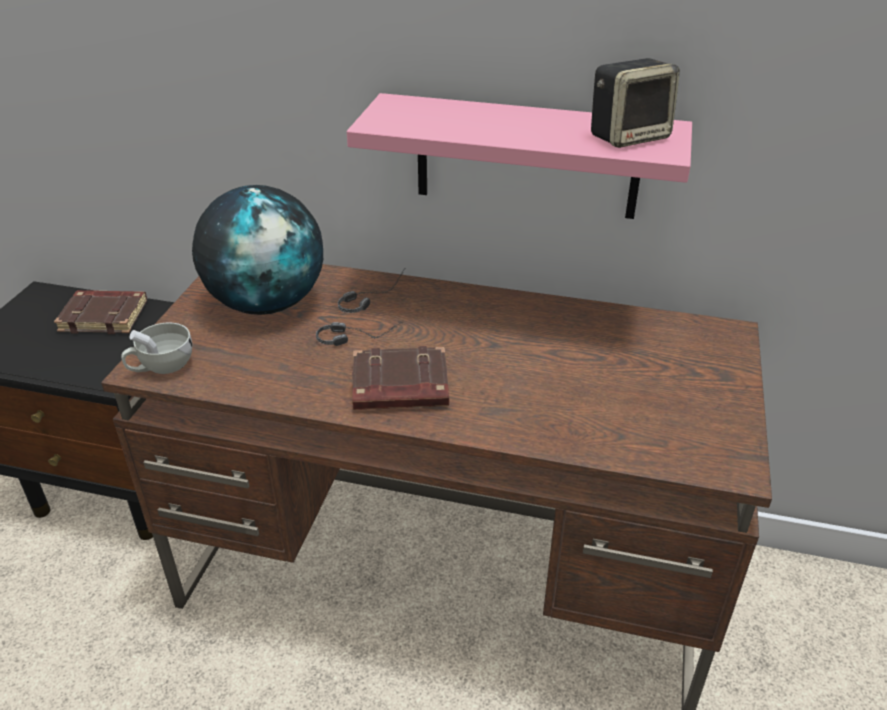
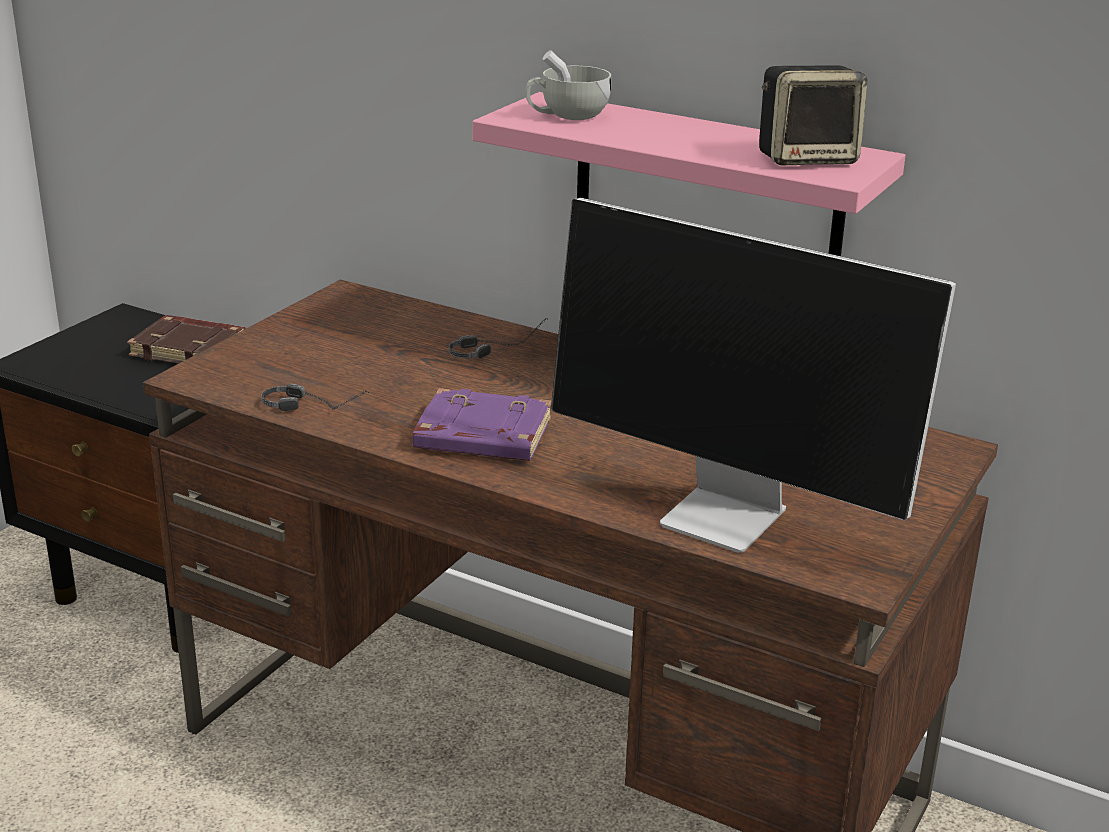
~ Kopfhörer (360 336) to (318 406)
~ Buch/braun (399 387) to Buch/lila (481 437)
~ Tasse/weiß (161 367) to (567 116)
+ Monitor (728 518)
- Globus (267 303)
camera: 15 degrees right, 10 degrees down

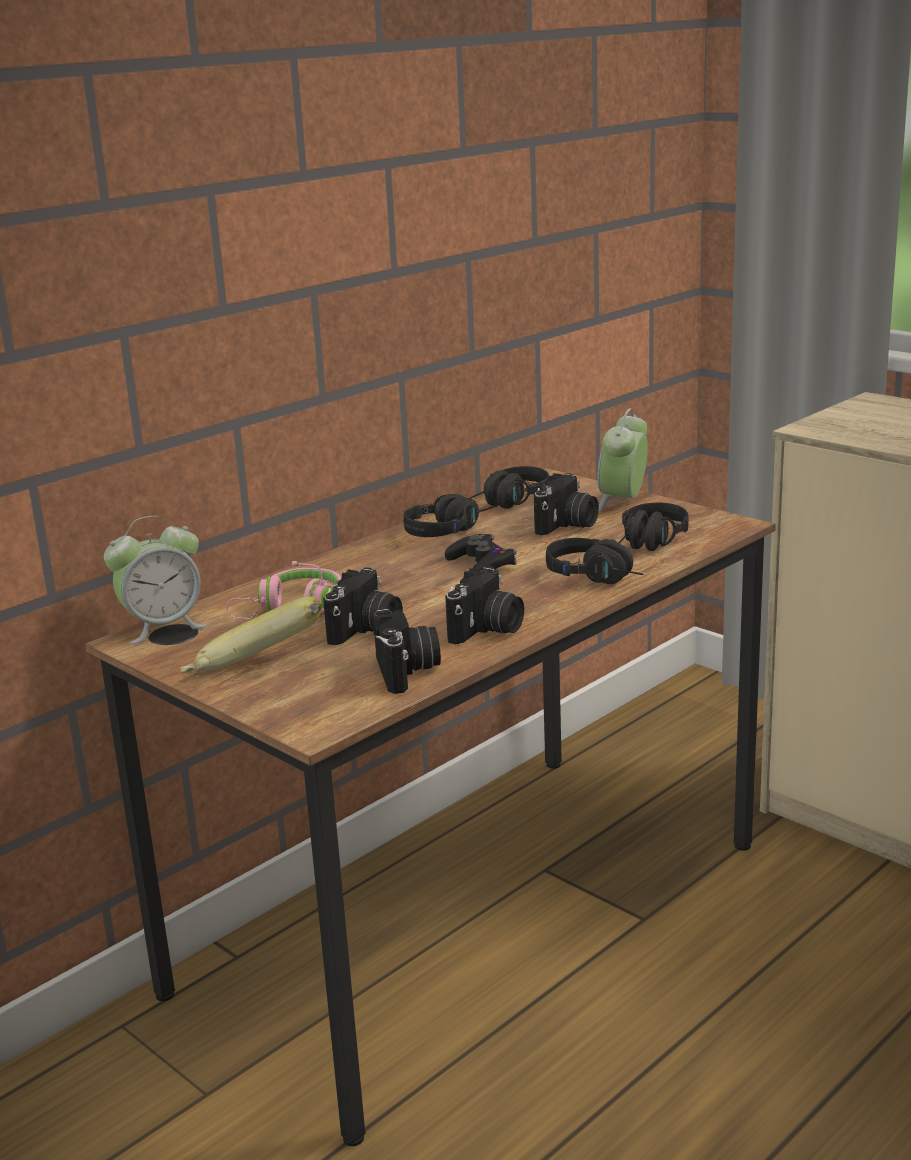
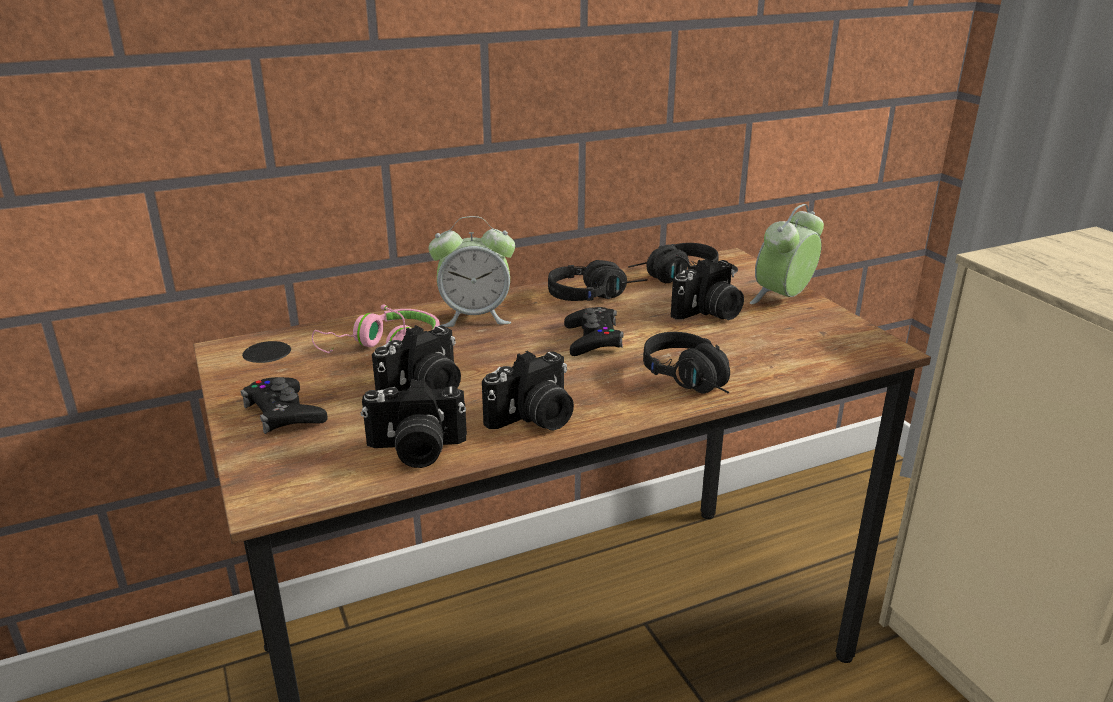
~ Banane (254 673) to Gamepad/schwarz (284 413)
~ Kamera (407 671) = (416 450) 75 degrees clockwise
~ Wecker (163 627) to (475 316)
- Kopfhörer/schwarz (649 544)
camera: 20 degrees right, 5 degrees up

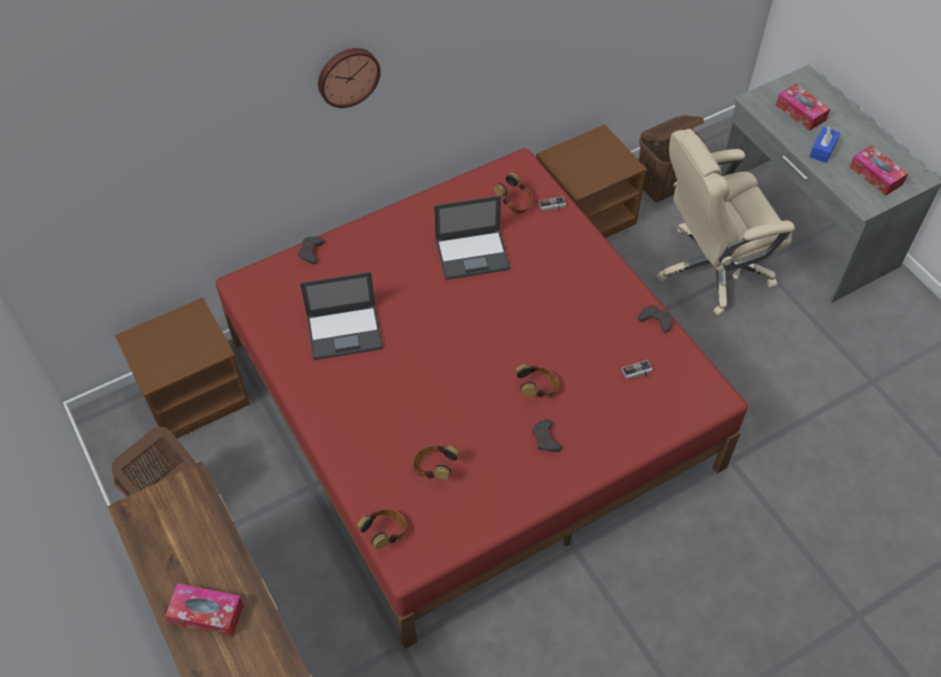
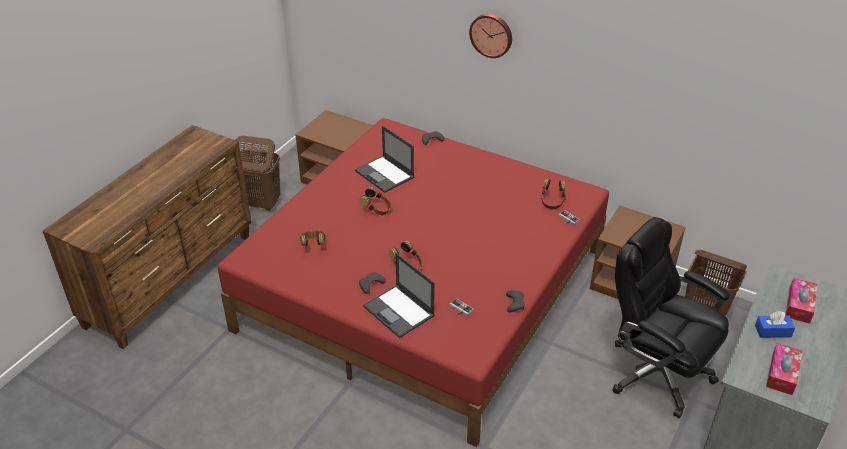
~ Kopfhörer (385 533) to (376 210)
~ Laptop (473 254) to (399 311)
~ Bürostuhl/beige (711 269) to Bürostuhl/schwarz (656 372)
- Taschentuchbox (207 614)
camera: 60 degrees right, 15 degrees down

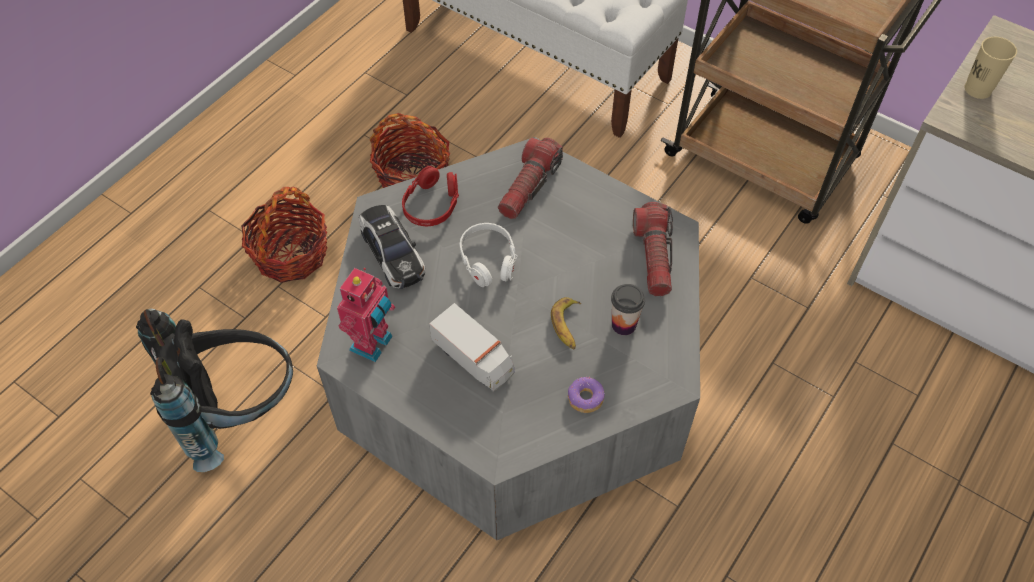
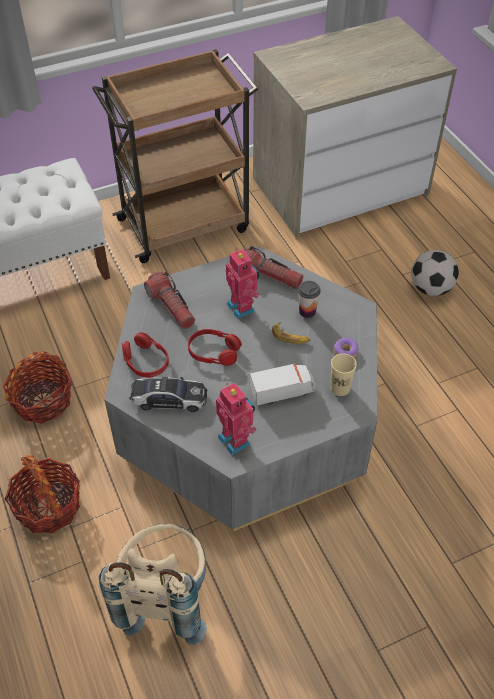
~ Rucksack/schwarz (238 413) to Rucksack/beige (164 597)
~ Kopfhörer/weiß (488 260) to Kopfhörer/rot (214 352)
+ Spielzeugroboter (242 307)
~ Tasse/beige (977 89) to (340 388)
+ Fußball (430 288)
camera: 60 degrees left, 5 degrees down

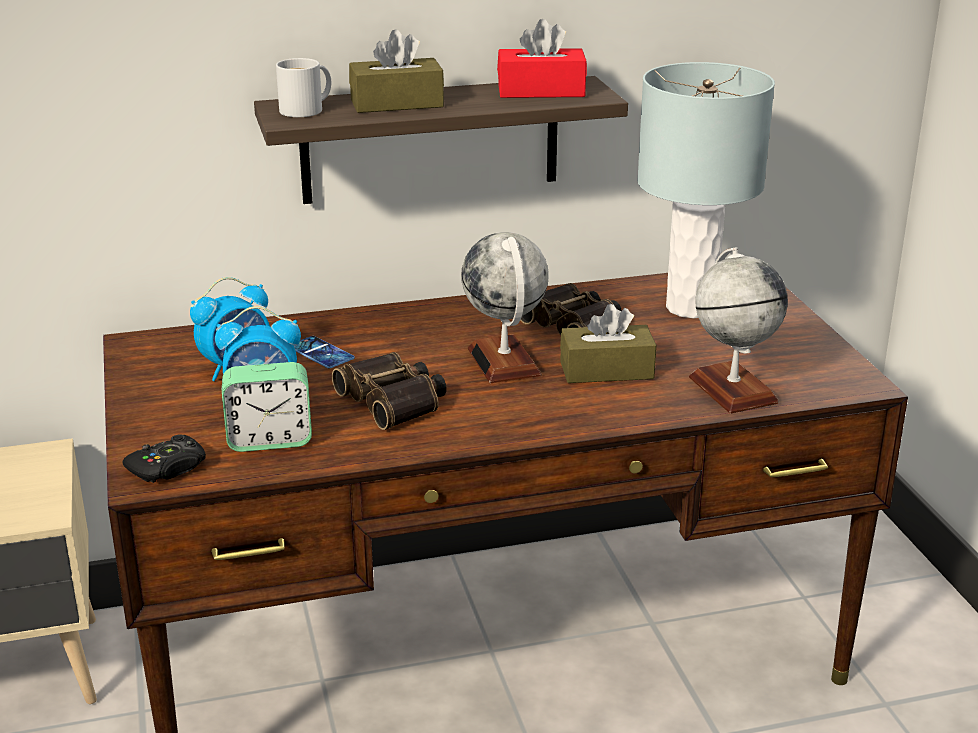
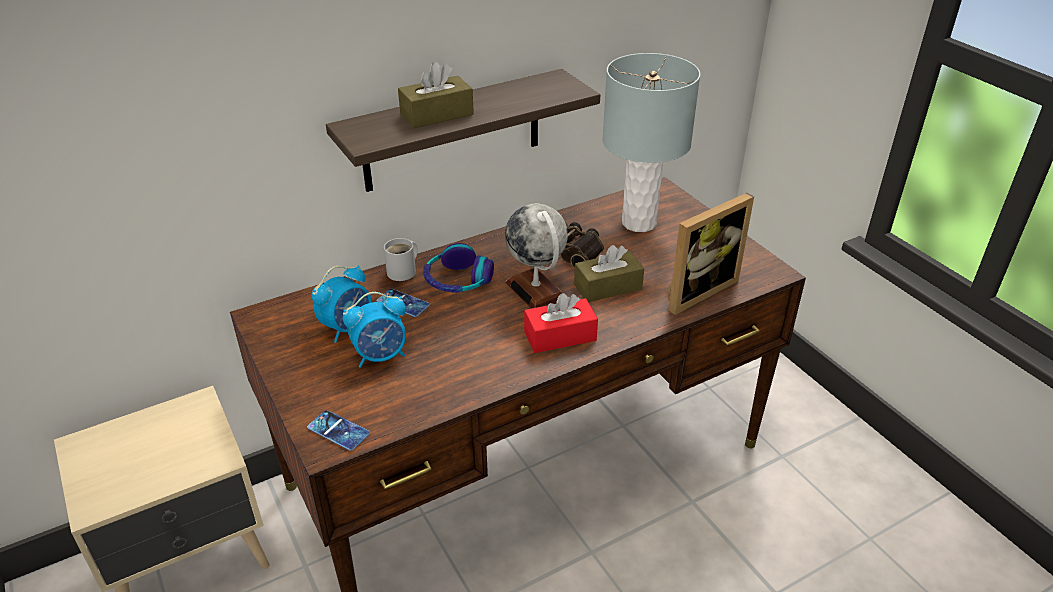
~ Gamepad/schwarz (168 468) to Handy (338 431)
~ Henkelbecher/weiß (305 110) to (404 271)
+ Kopfhörer (457 280)
~ Taschentuchbox/rot (541 91) to (560 336)
~ Globus (732 389) to Bilderrahmen (696 290)
- Wecker (269 440)
- Fernglas (394 400)
camera: 15 degrees left, 10 degrees up

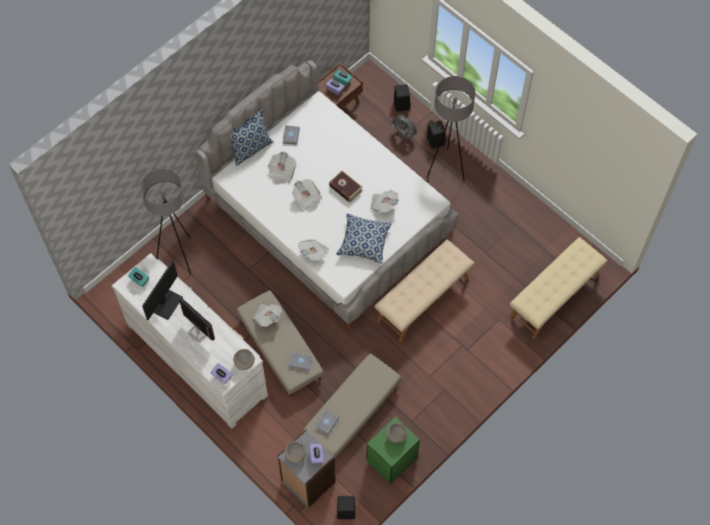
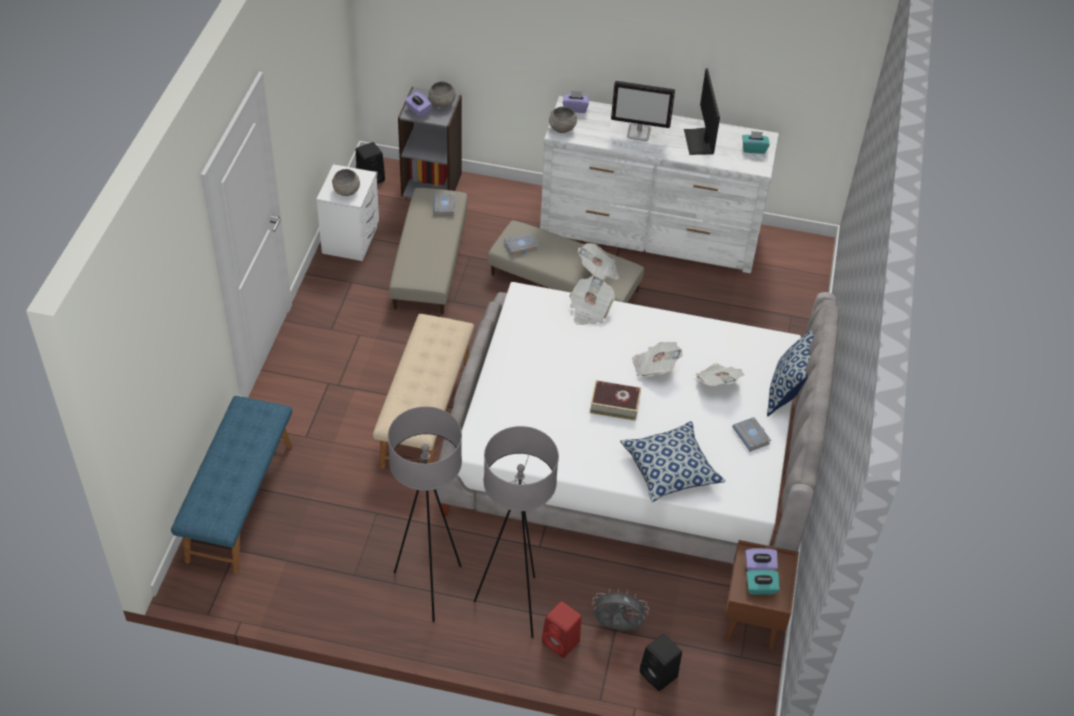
~ Bank/beige (554 297) to Bank/blau (239 501)
~ Nachttisch/grün (390 459) to Nachttisch/weiß (352 239)
~ Stehlampe/grau (179 256) to (429 587)
~ Lautsprecher/schwarz (435 140) to Lautsprecher/rot (562 642)
~ Kissen (364 242) to (670 470)
- Zeitung (383 204)
camera: 145 degrees right, 15 degrees down

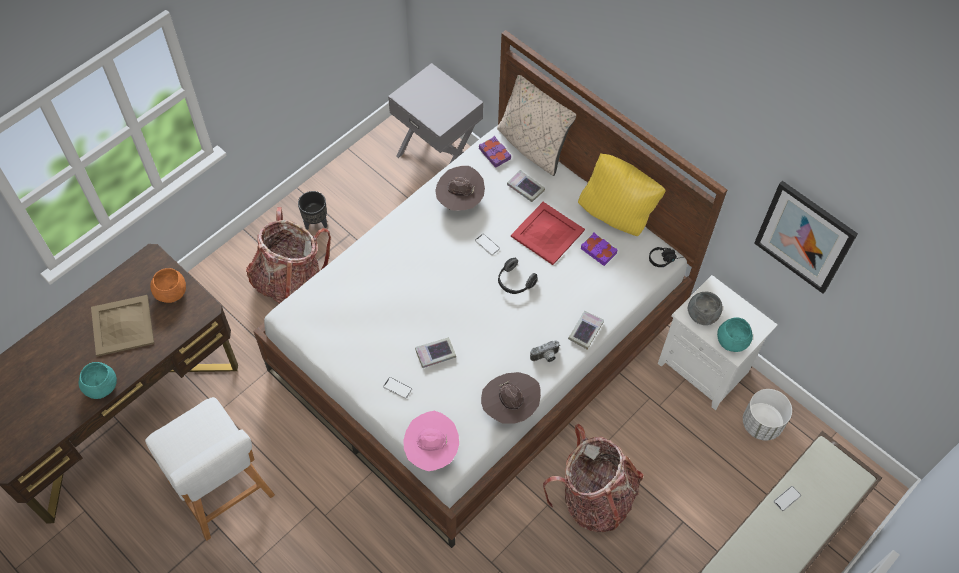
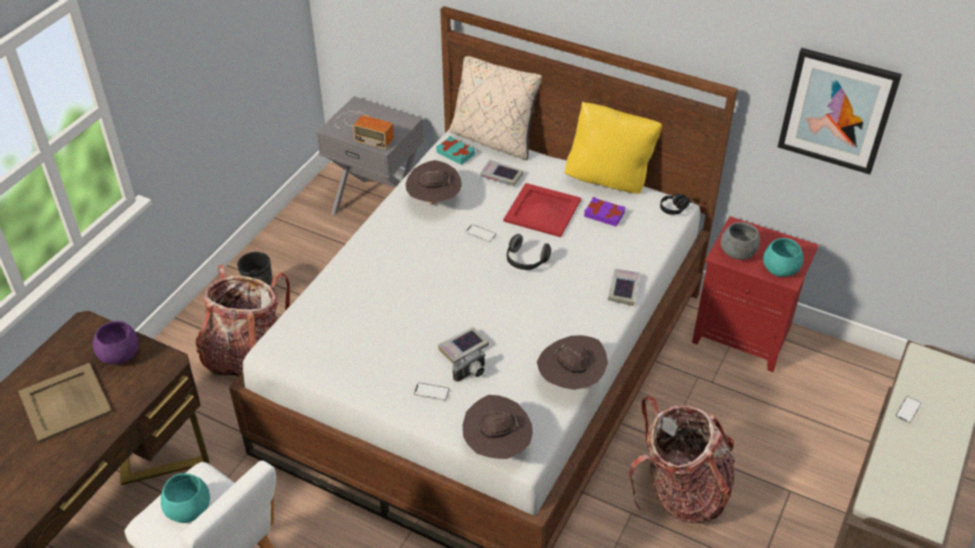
~ Schüssel/orange (171 293) to Schüssel/lila (120 355)
~ Schüssel/türkis (102 387) to (189 509)
+ Radio (363 129)
~ Buch/lila (495 153) to Buch/türkis (456 153)
~ Kamera (545 357) to (471 374)
~ Hut/rosa (431 450) to Hut/braun (497 446)
~ Nachttisch/weiß (705 368) to Nachttisch/rot (744 335)
- Pflanzkübel/weiß (762 423)
camera: 15 degrees left, 15 degrees down

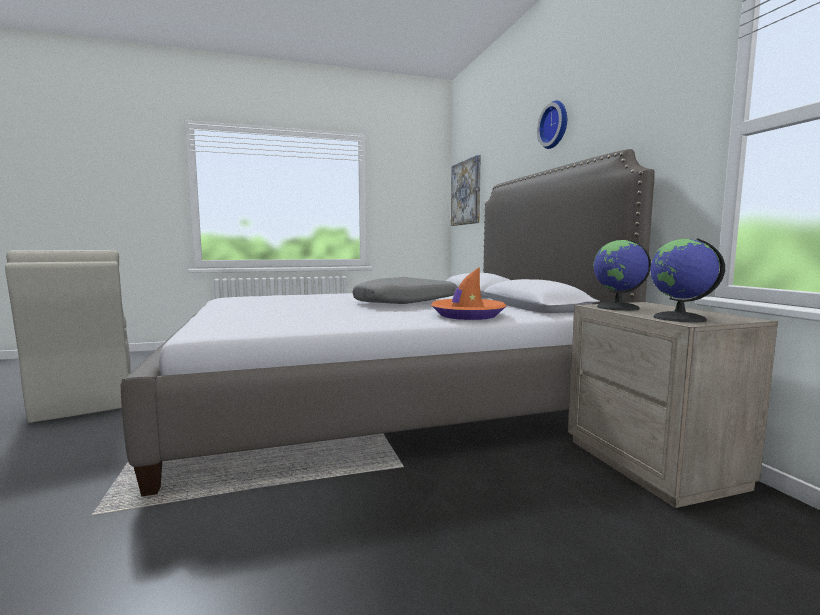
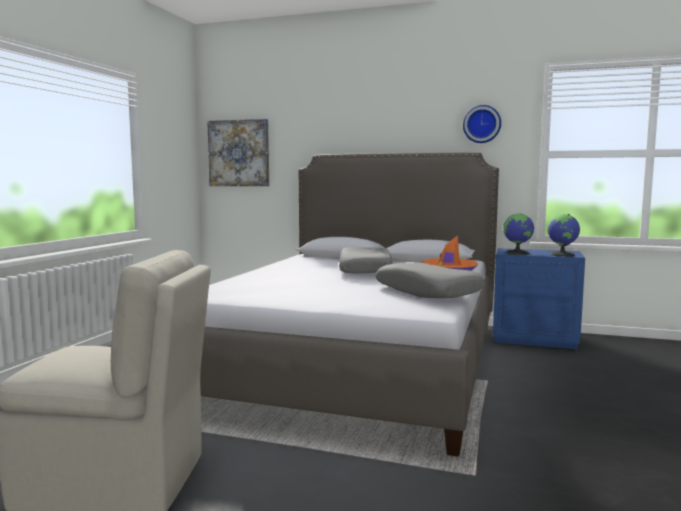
+ Kissen/grau (428 292)
~ Wanduhr (555 125) to (482 124)
~ Nachttisch/beige (654 463) to Nachttisch/blau (534 338)
camera: 55 degrees left, 0 degrees up

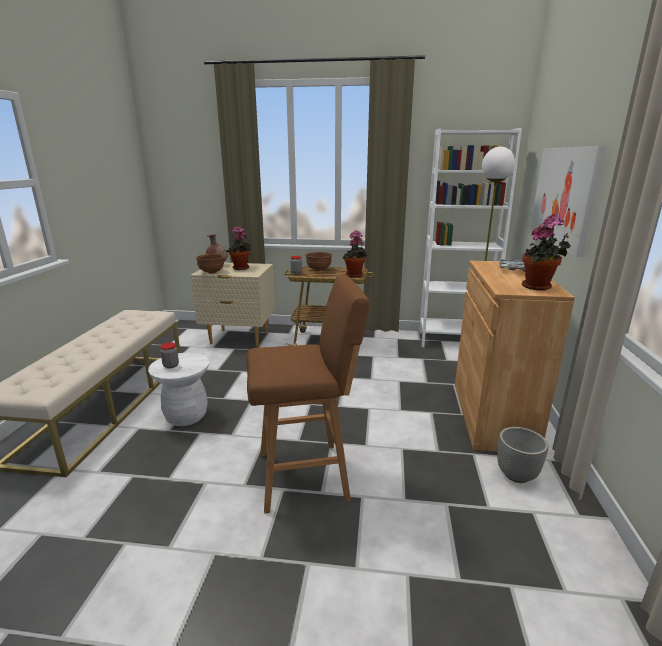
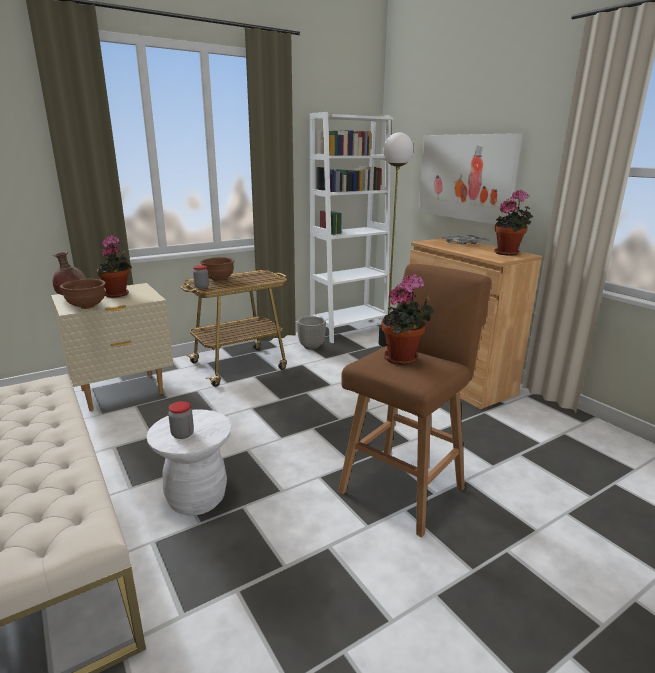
~ Pflanzkübel (517 475) to (311 346)
~ Topfpflanze (355 275) to (403 359)
camera: 40 degrees left, 0 degrees up

